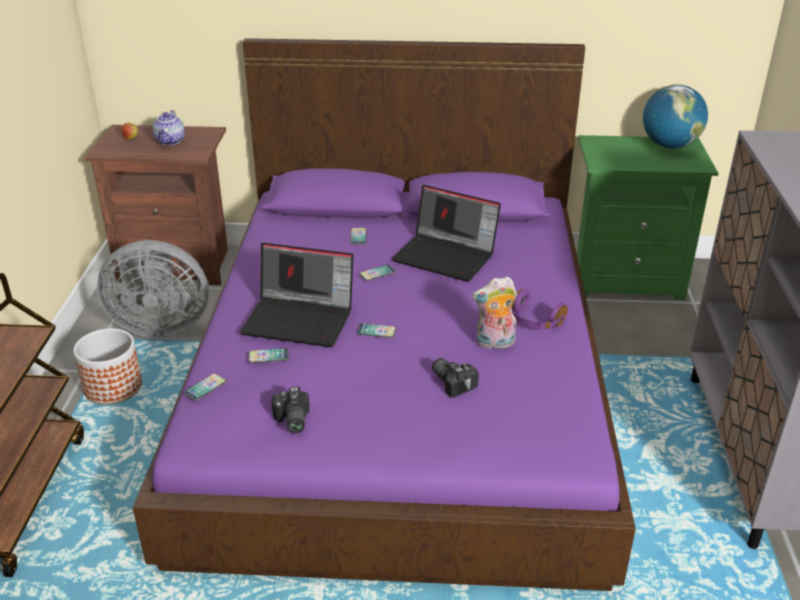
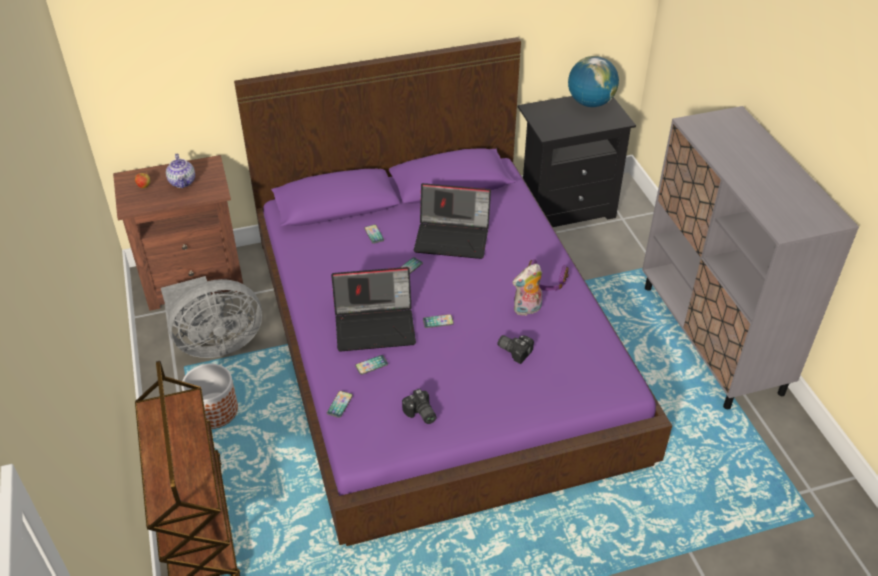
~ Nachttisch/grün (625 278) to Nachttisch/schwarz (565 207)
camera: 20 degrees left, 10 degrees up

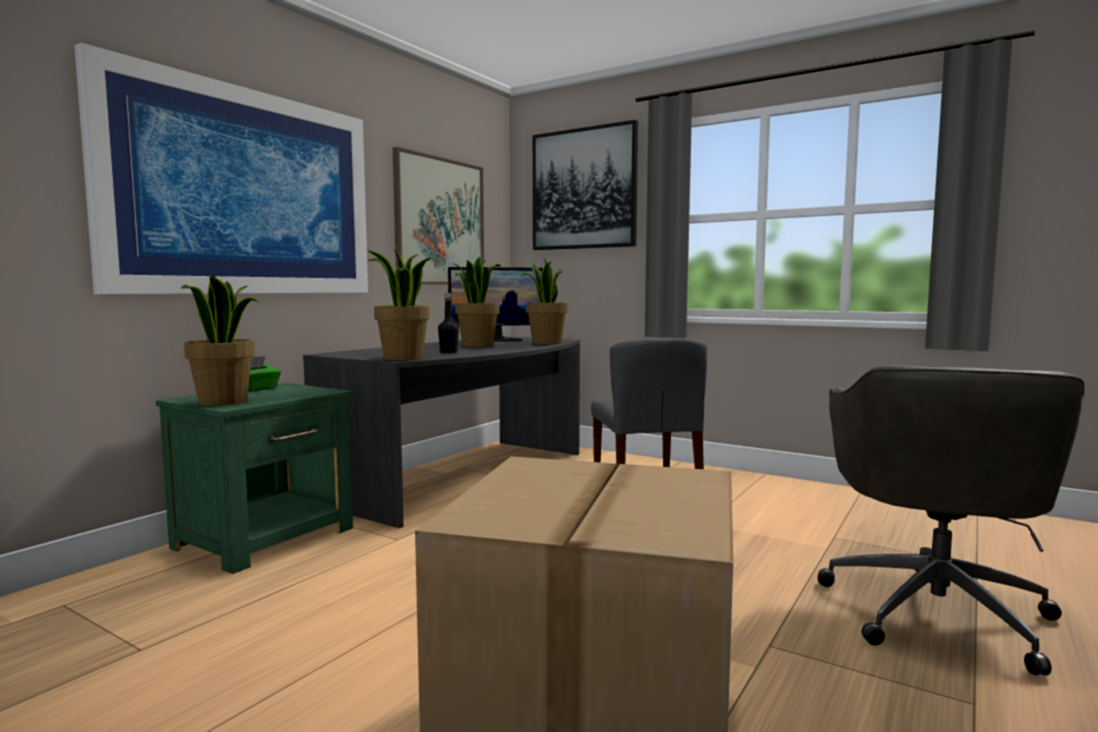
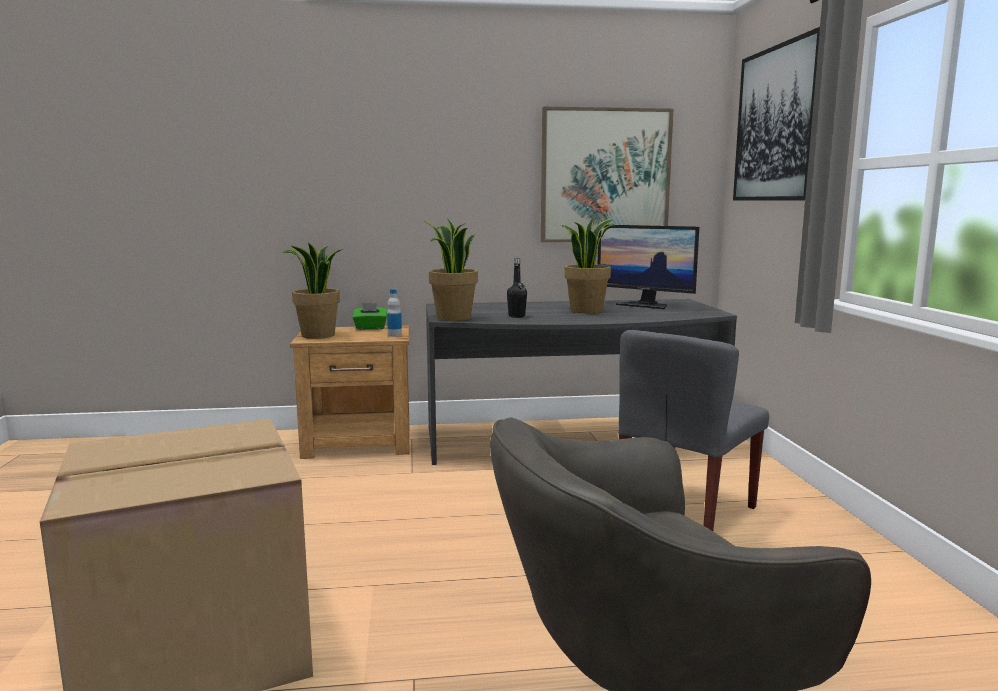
~ Nachttisch/grün (267 537) to Nachttisch/braun (359 442)
+ Flasche (394 335)
- Bild (246 193)
- Topfpflanze (546 343)
camera: 50 degrees right, 5 degrees up

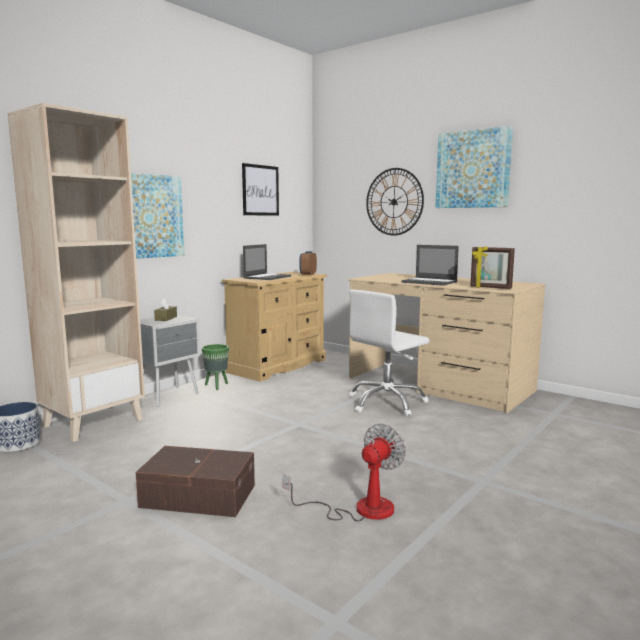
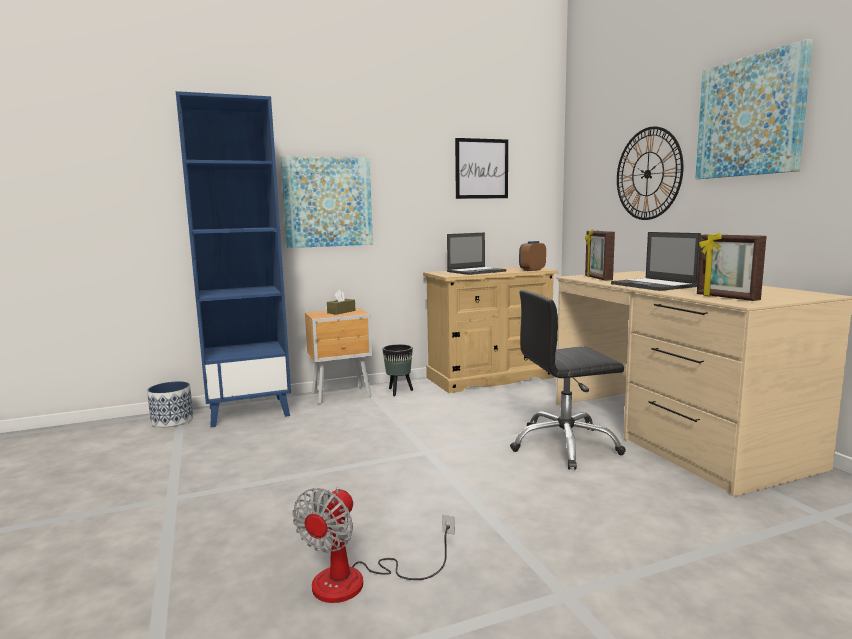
~ Bücherregal/beige (94 422) to Bücherregal/blau (249 411)
~ Ventilator (360 509) = (358 581) 135 degrees clockwise
~ Nachttisch/grau (170 396) to Nachttisch/braun (343 395)
~ Pflanzkübel/grün (217 386) to Pflanzkübel/schwarz (399 392)
~ Bürostuhl/weiß (386 403) to Bürostuhl/schwarz (565 445)
+ Bilderrahmen (597 278)
- Aufbewahrungsbox/braun (198 495)
camera: 30 degrees right, 0 degrees up

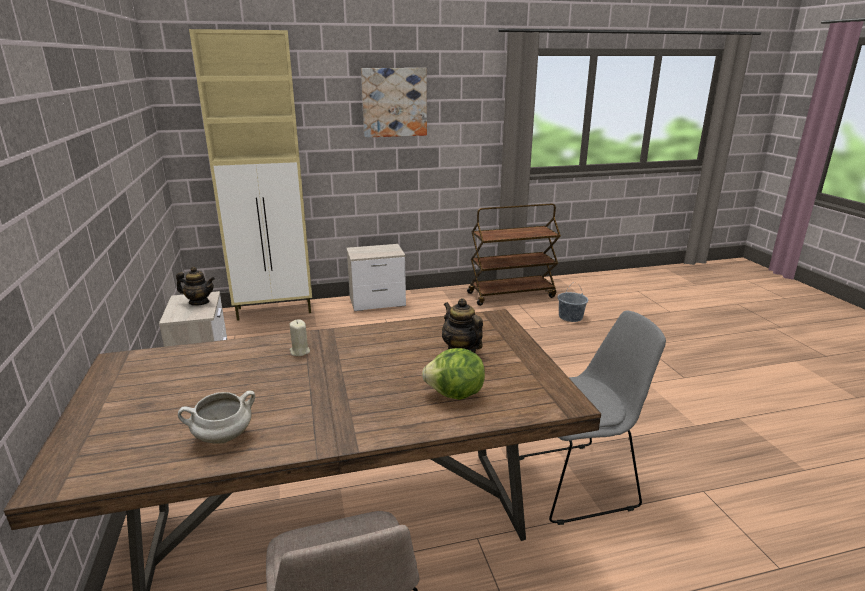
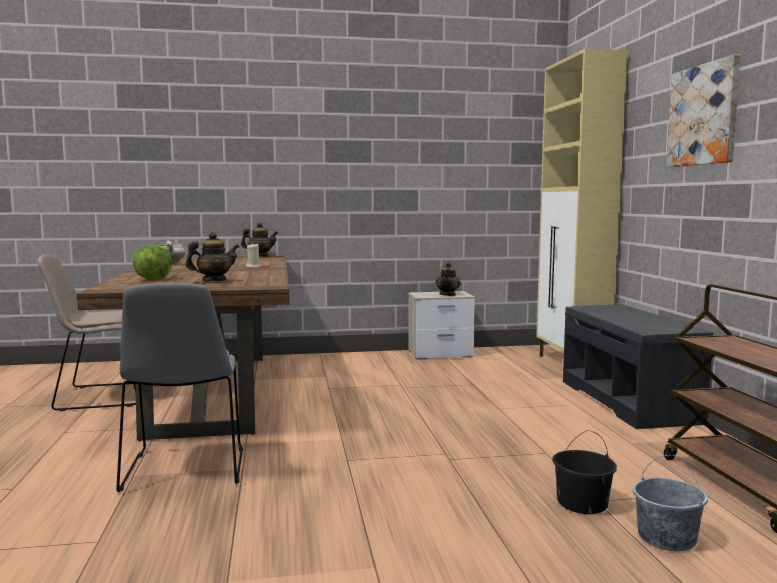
+ Teekanne (260 256)
+ Eimer/schwarz (582 503)
~ Nachttisch (378 302) to Bank/grau (629 401)
camera: 95 degrees right, 15 degrees down

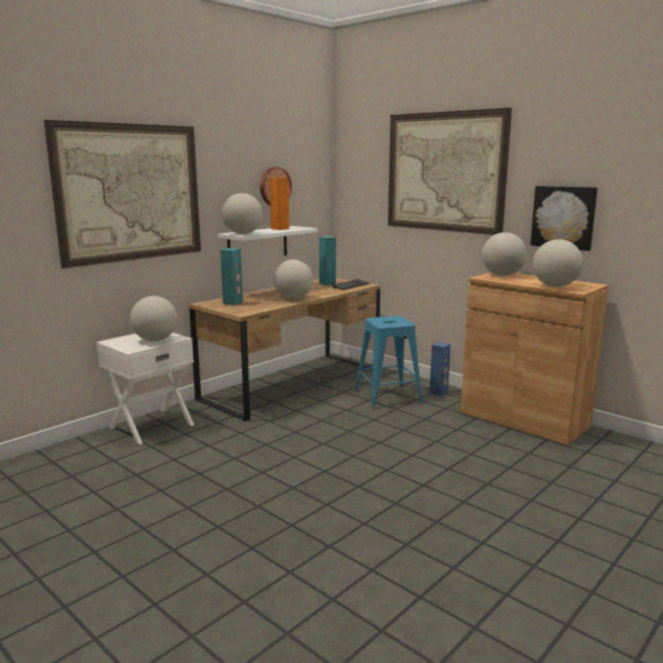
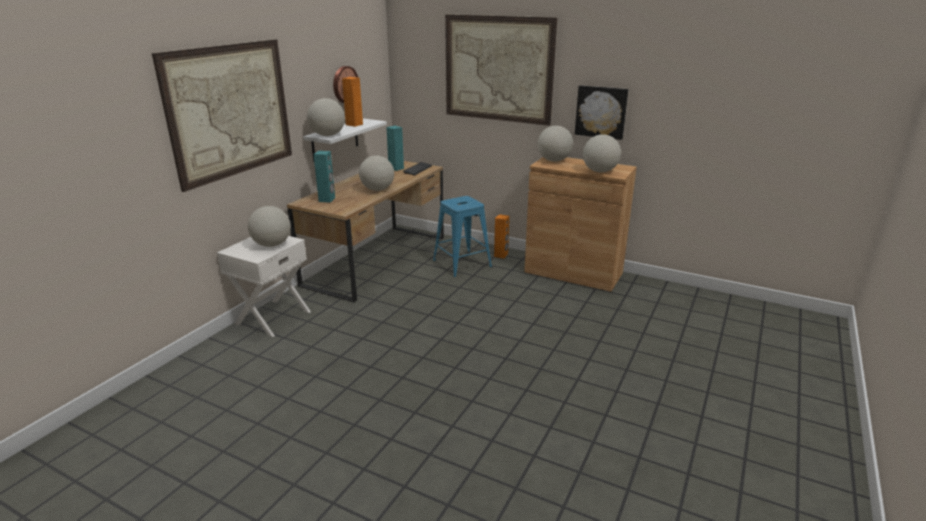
~ Lautsprecher/blau (439 392) to Lautsprecher/orange (501 255)
camera: 15 degrees left, 10 degrees up

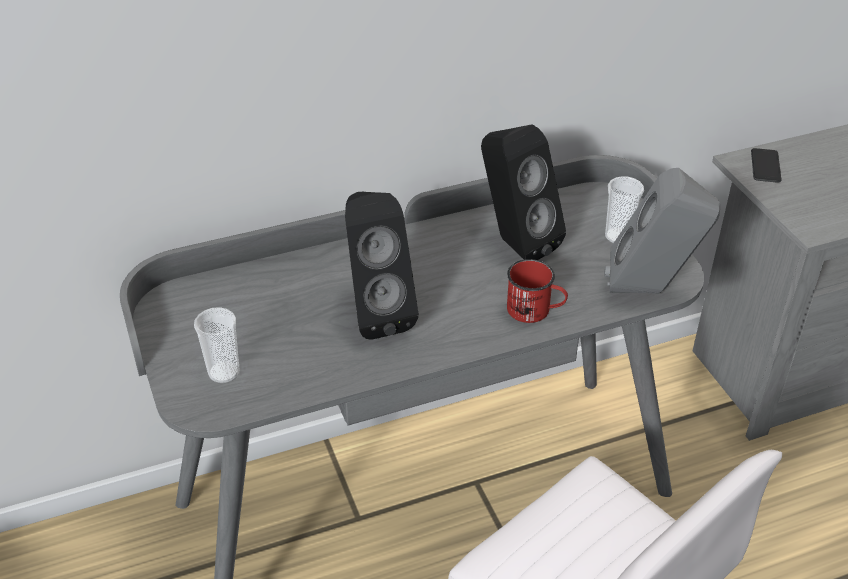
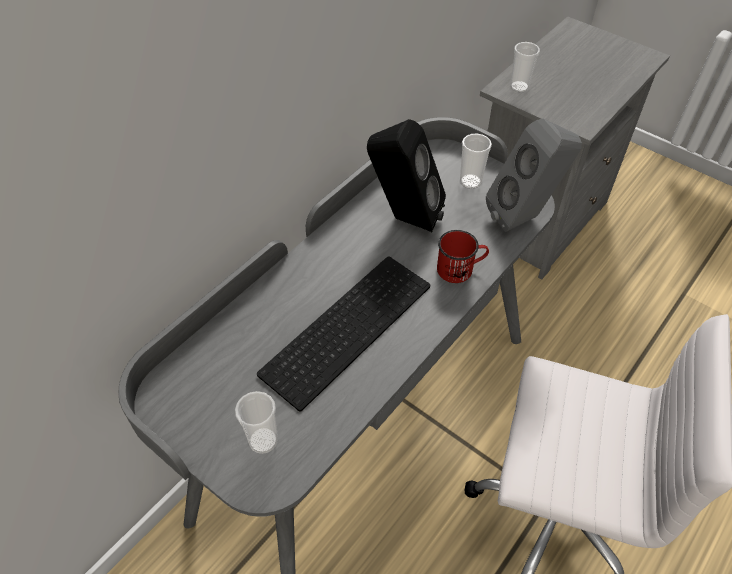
~ Lautsprecher/schwarz (376 313) to Tastatur (346 325)
~ Handy (765 166) to Tasse (519 87)
camera: 30 degrees left, 10 degrees up

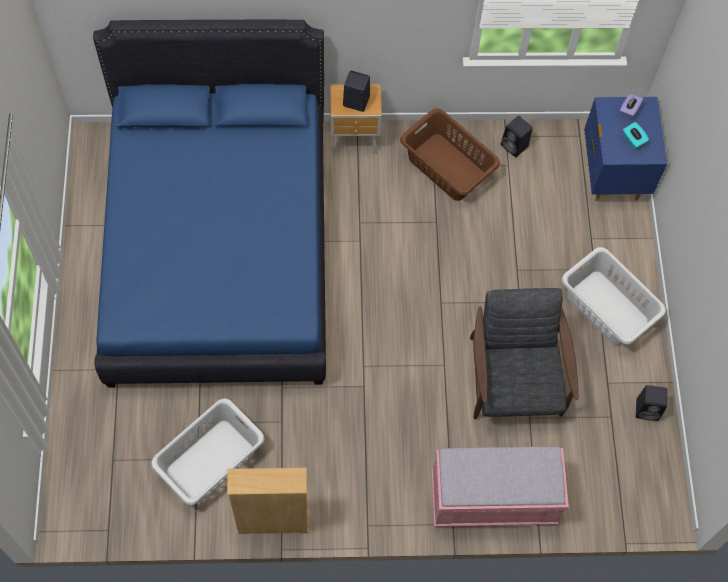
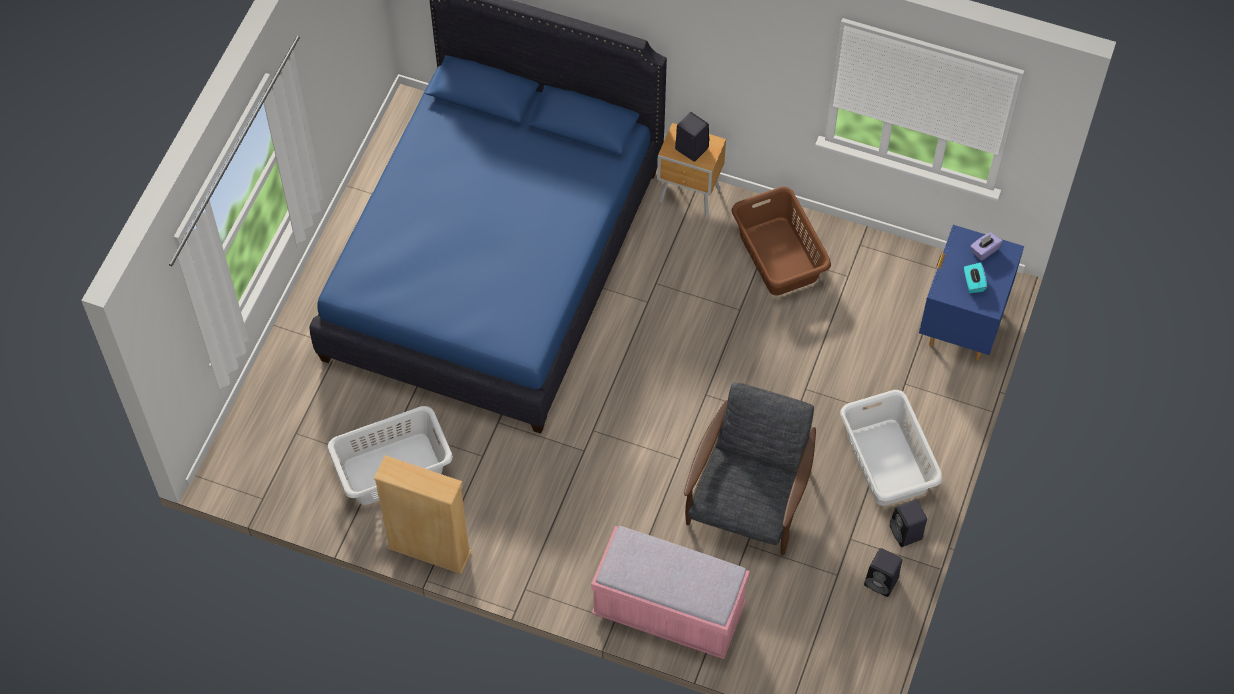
~ Lautsprecher/schwarz (515 146) to (906 533)
camera: 25 degrees right, 5 degrees down

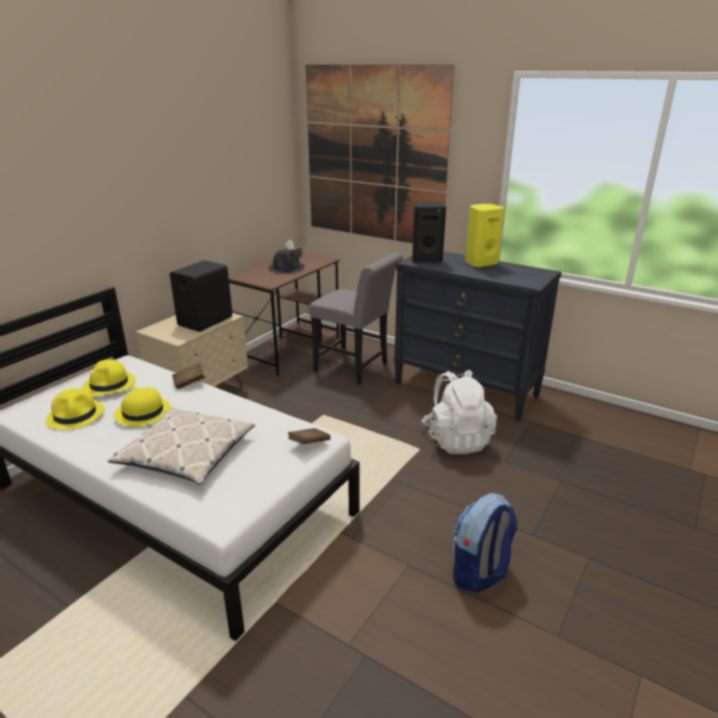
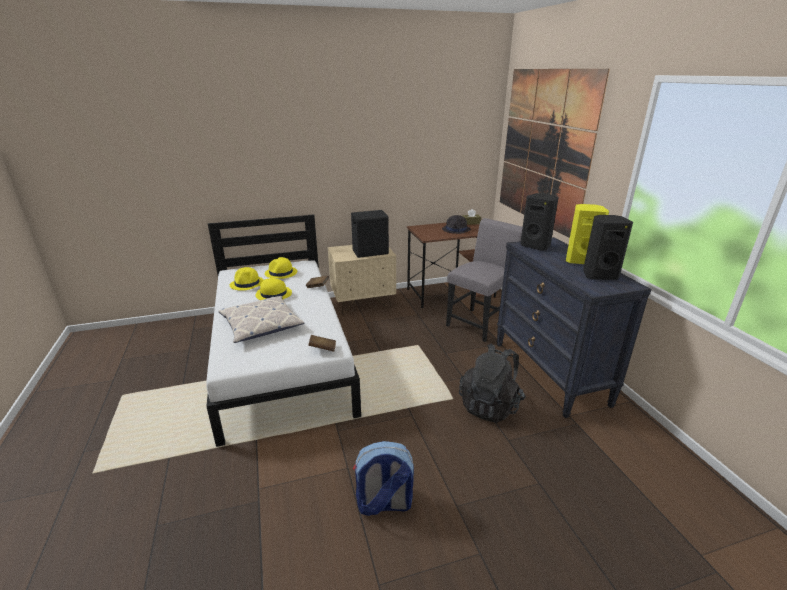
~ Stuhl/grau (355 368) = (480 323) 120 degrees counterclockwise
~ Rucksack/weiß (456 439) to Rucksack/schwarz (490 406)
+ Lautsprecher/schwarz (599 275)
camera: 40 degrees right, 0 degrees up

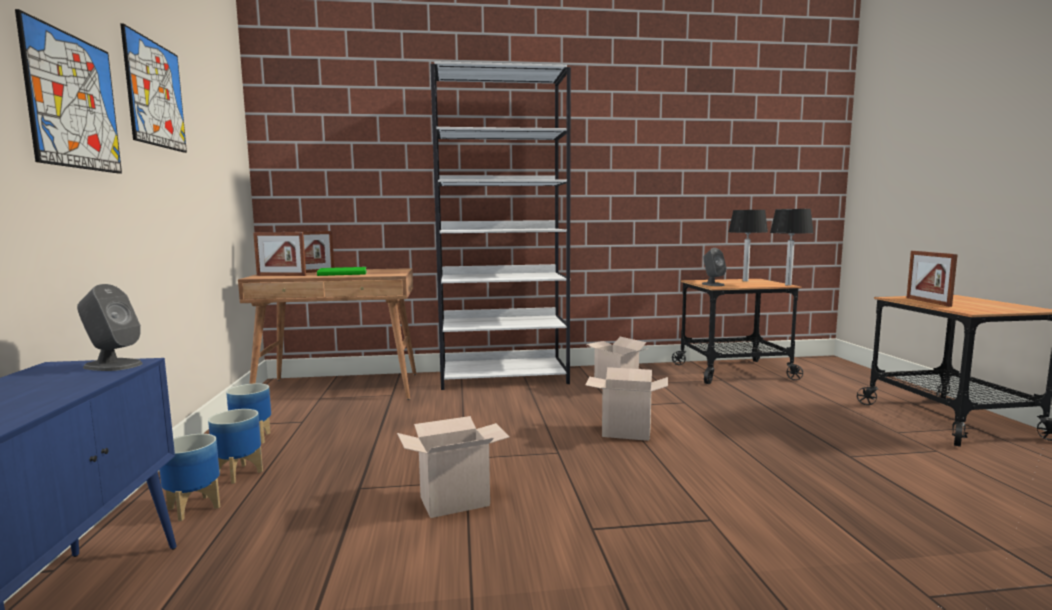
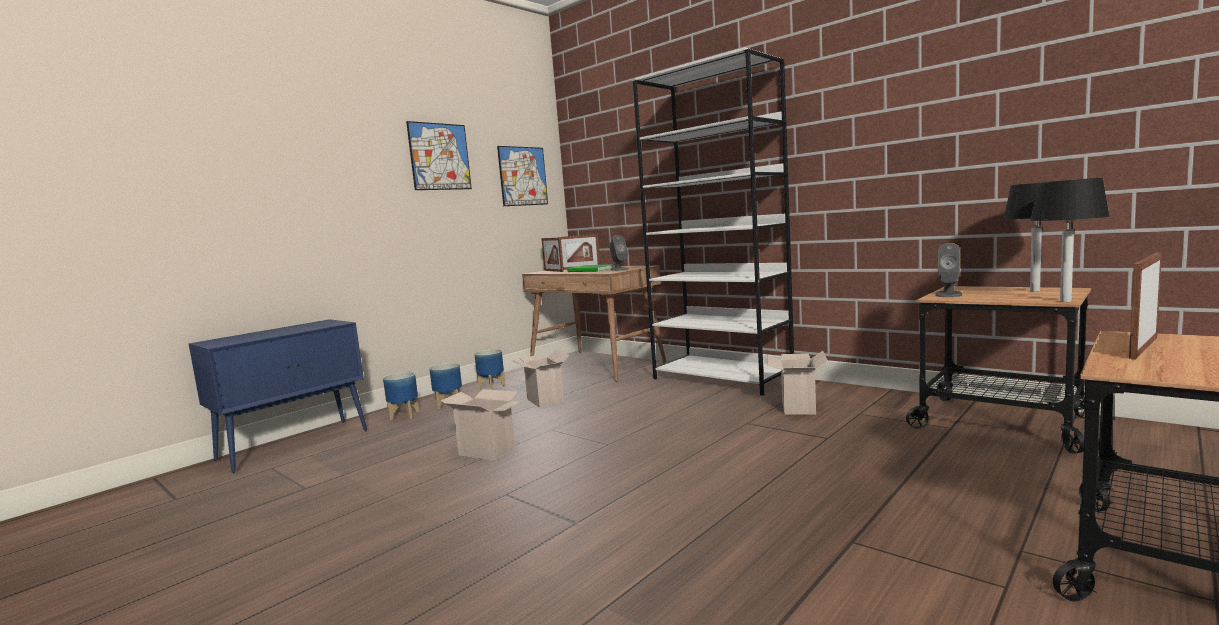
~ Bild (73 102) to (523 176)
~ Karton (624 433) to (543 400)
~ Lautsprecher/grau (112 365) to (619 269)
camera: 50 degrees right, 0 degrees up

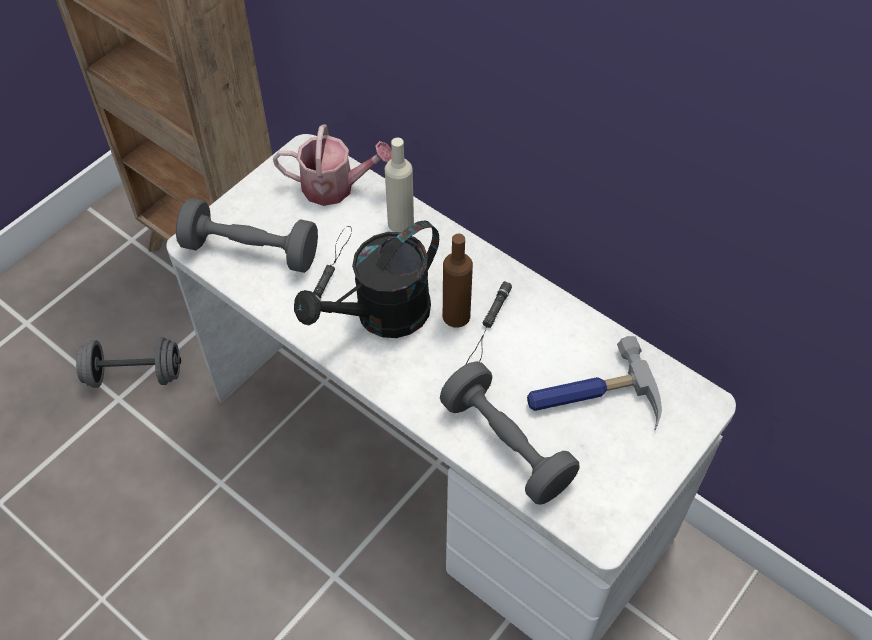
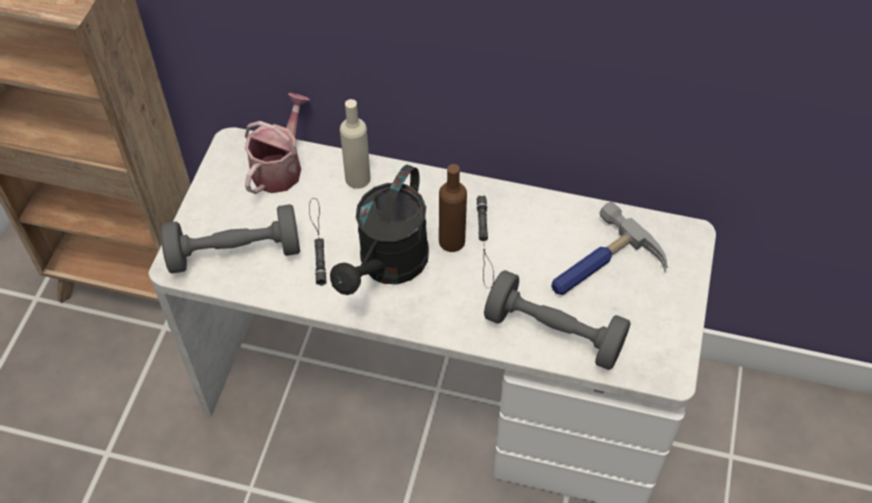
~ Gießkanne (335 186) = (280 167) 45 degrees counterclockwise
- Hantel/grau (134 375)
camera: 25 degrees left, 0 degrees up

